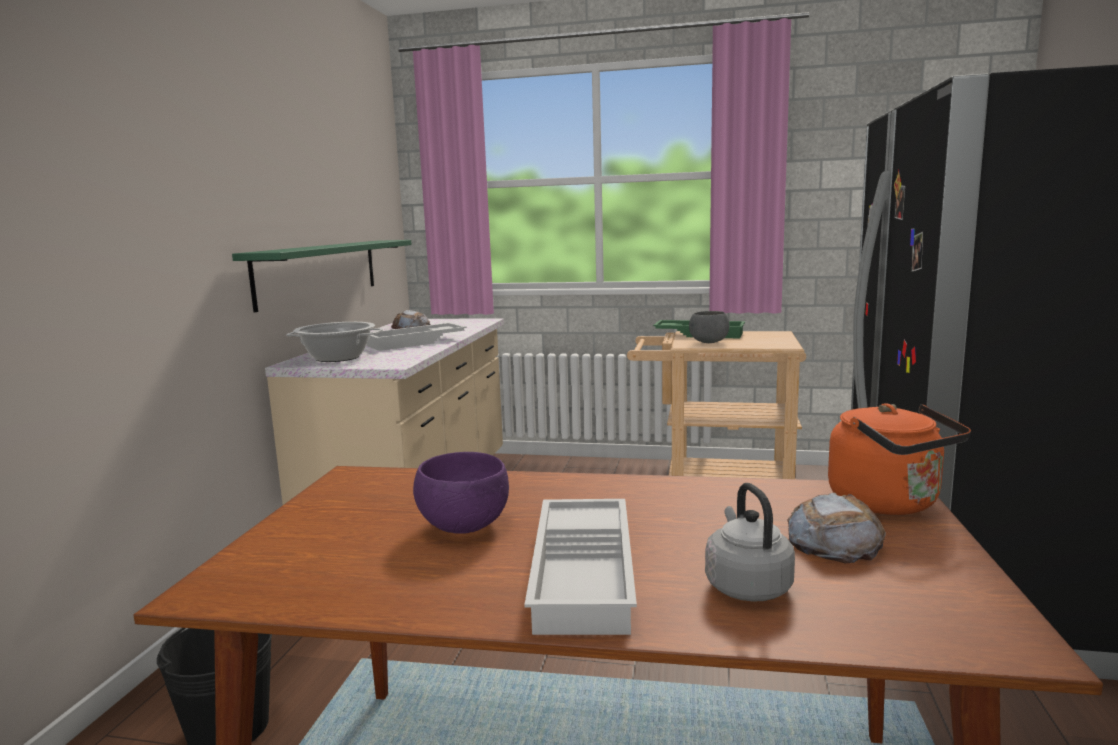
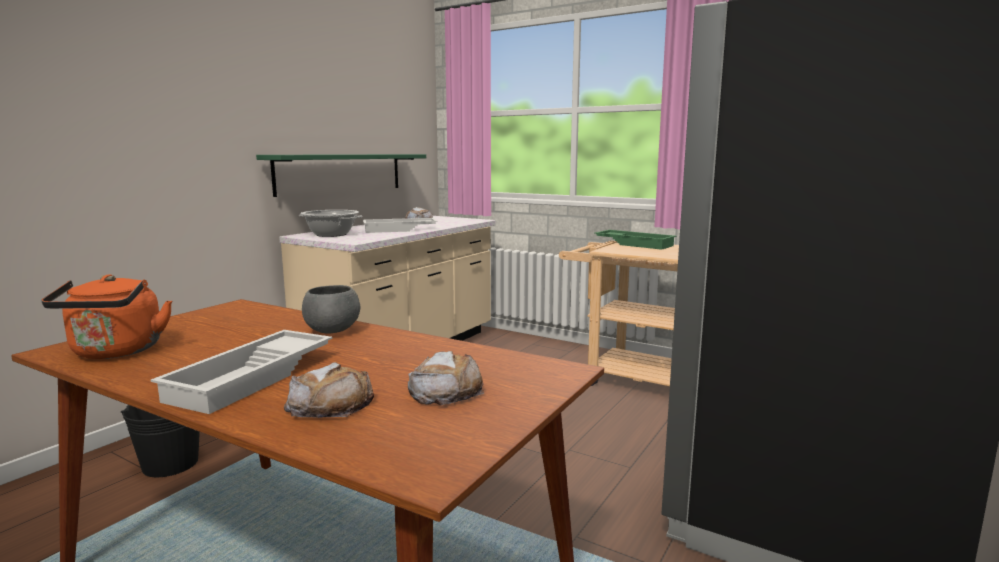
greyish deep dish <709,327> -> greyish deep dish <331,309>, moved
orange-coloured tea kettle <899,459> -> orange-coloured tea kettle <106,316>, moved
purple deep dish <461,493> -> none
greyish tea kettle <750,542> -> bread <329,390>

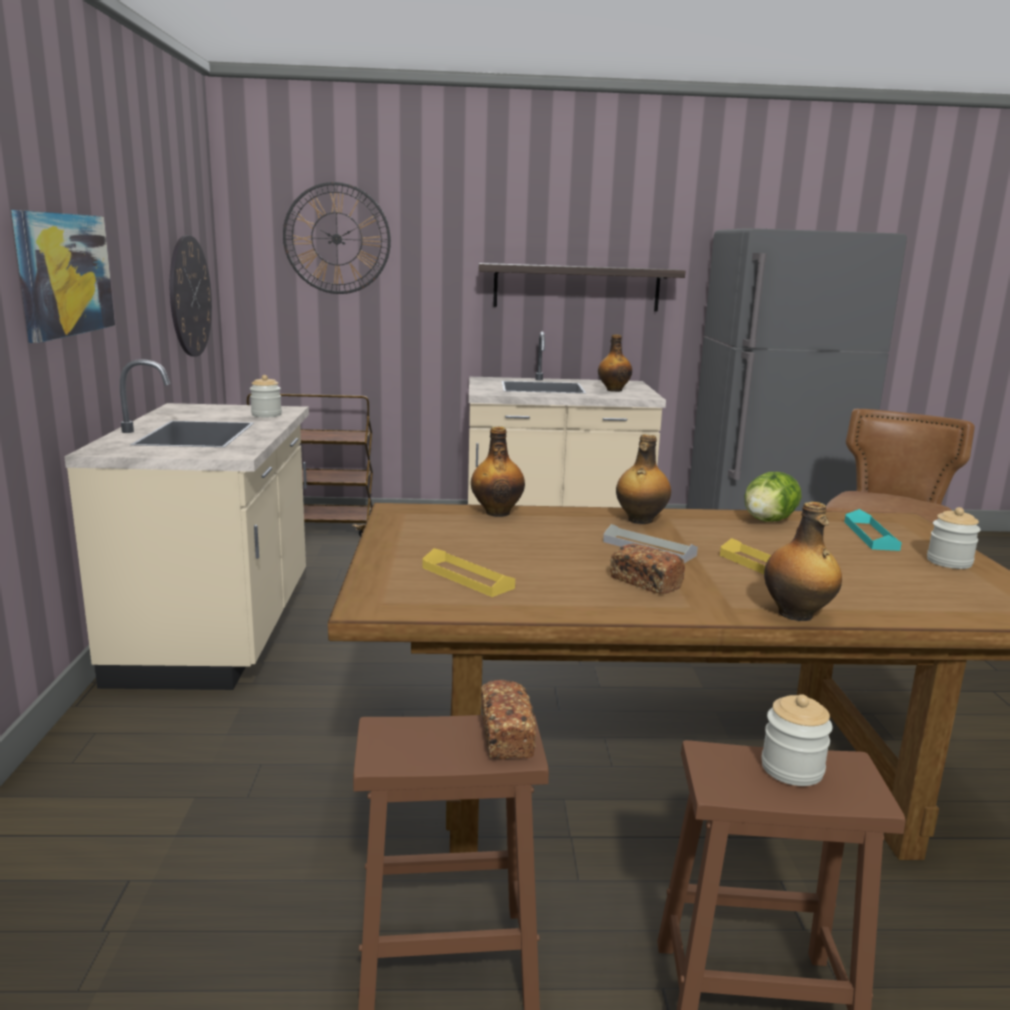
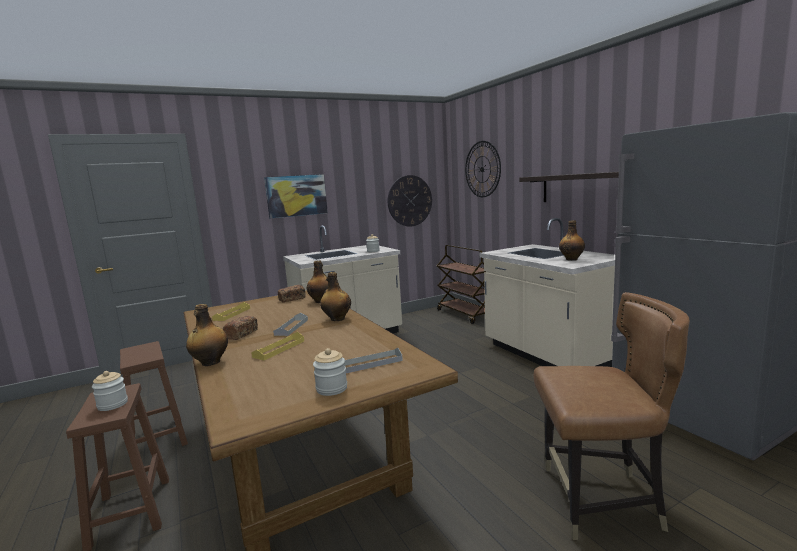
lettuce <773,497> -> none
blue-green serving tray <873,530> -> greyish serving tray <373,360>
bread <508,719> -> bread <292,294>, moved

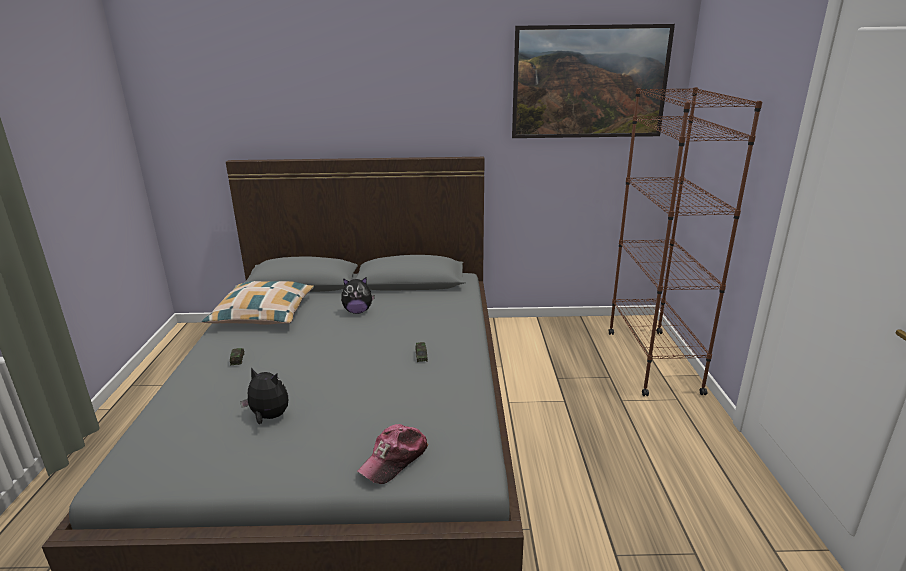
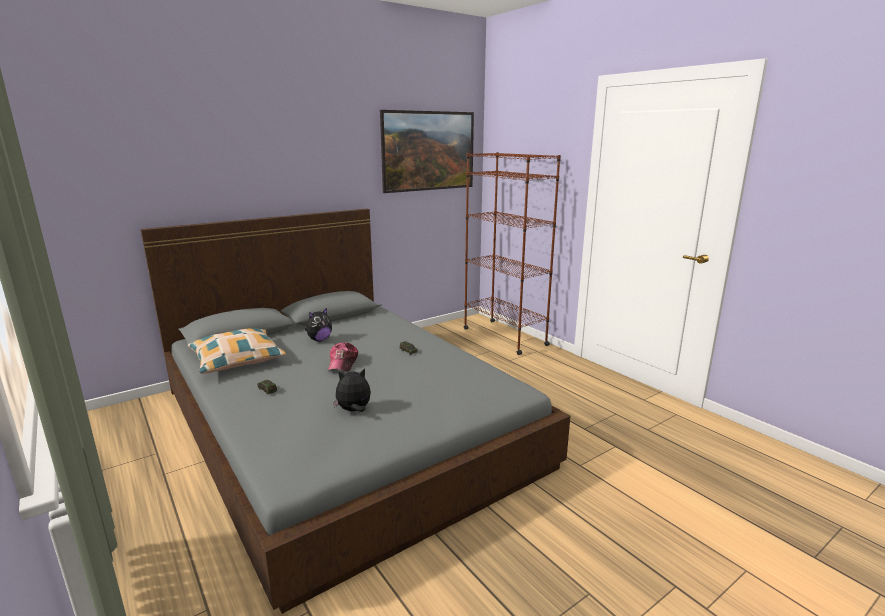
peaked cap <392,454> -> peaked cap <343,357>, moved

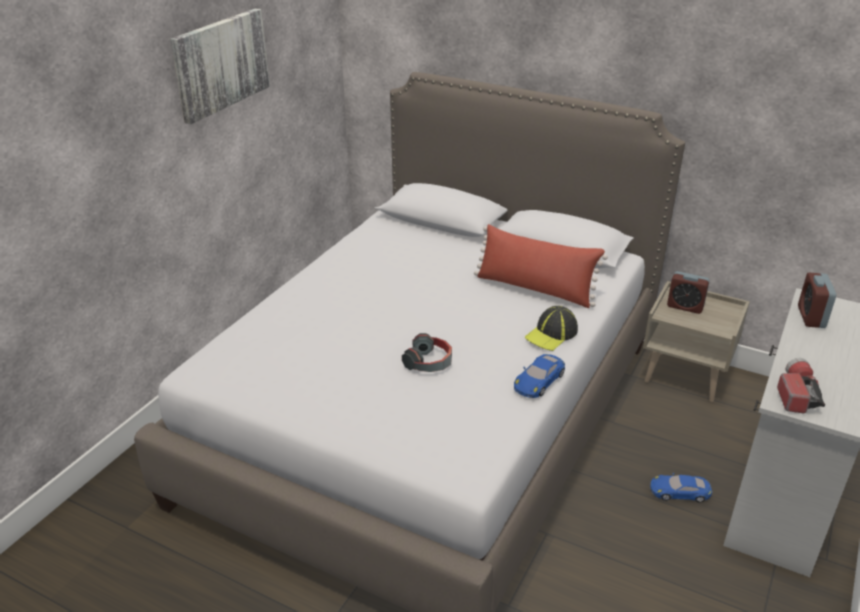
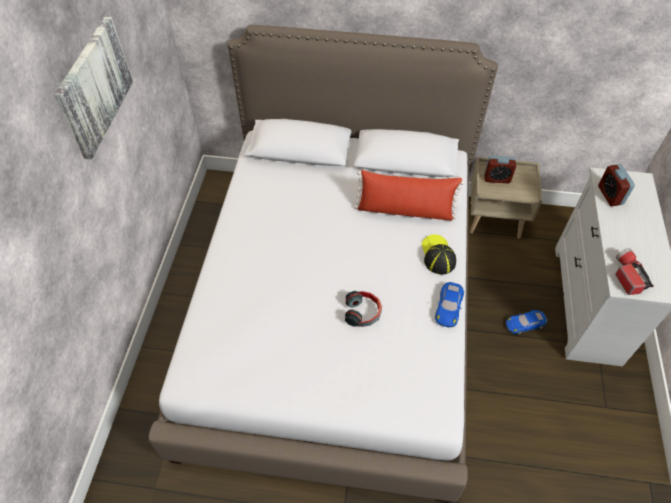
peaked cap <551,328> -> peaked cap <438,254>, 150 degrees clockwise

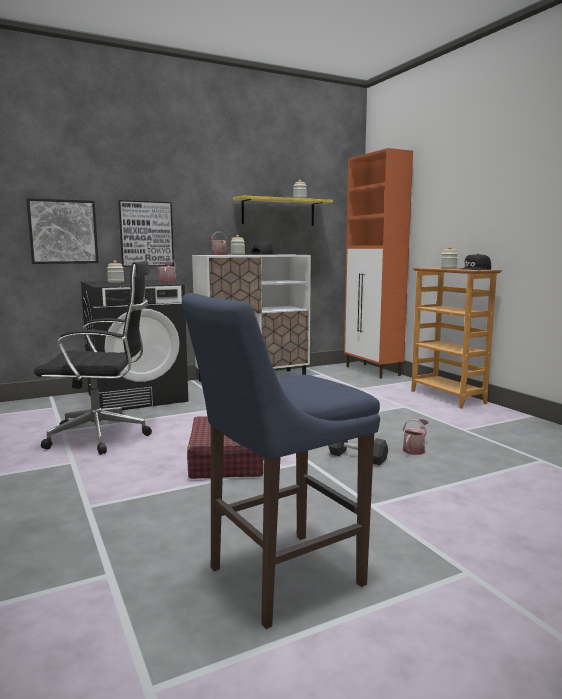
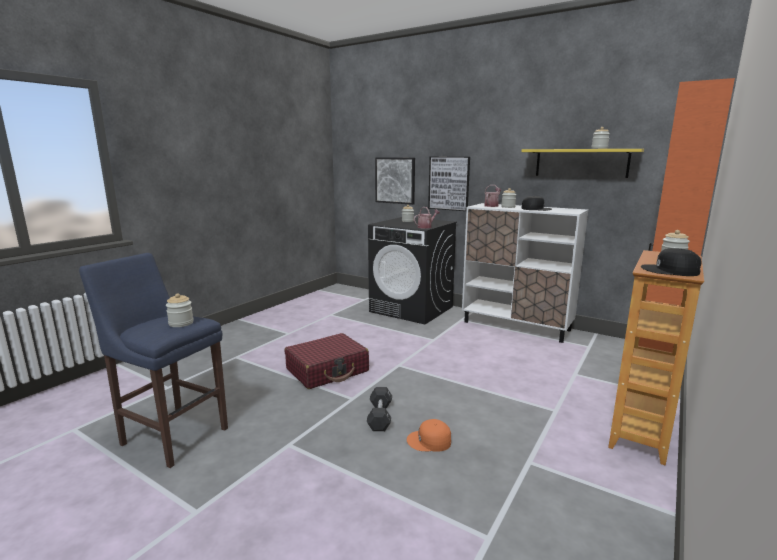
black desk chair <93,358> -> none
watering pot <416,437> -> orange-coloured peaked cap <429,435>
none -> jar <180,310>

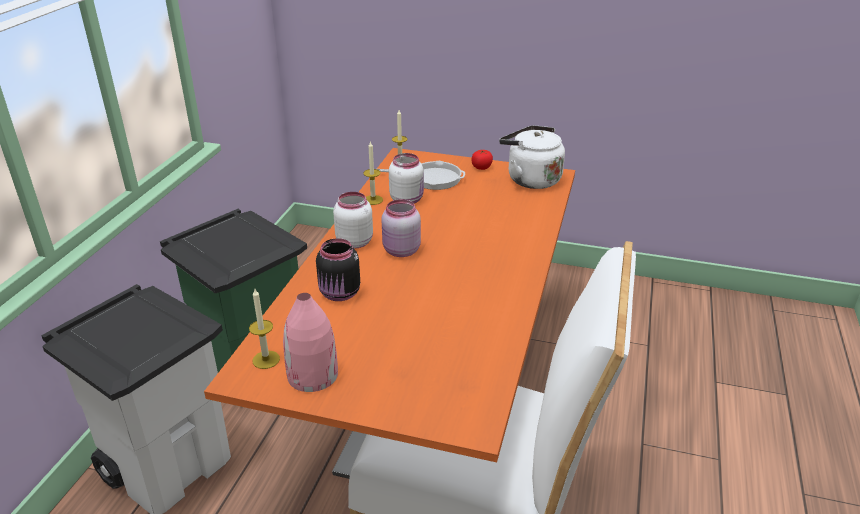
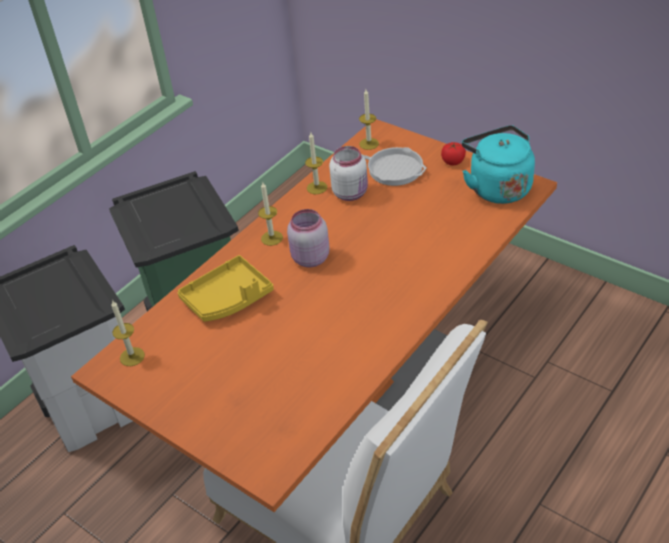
white tea kettle <532,157> -> blue-green tea kettle <498,164>
white jar <353,220> -> candle <270,214>
black jar <338,269> -> yellowish serving tray <225,288>
pink flower vase <310,342> -> none

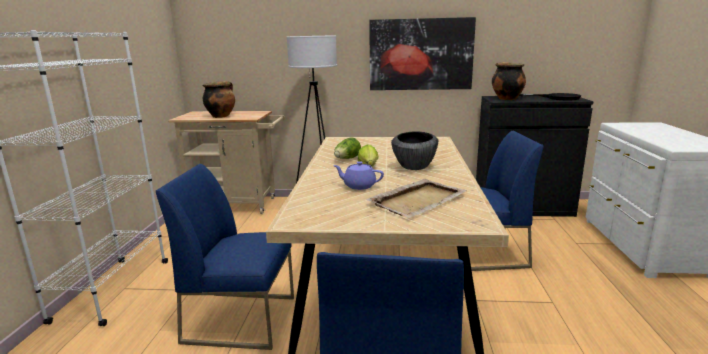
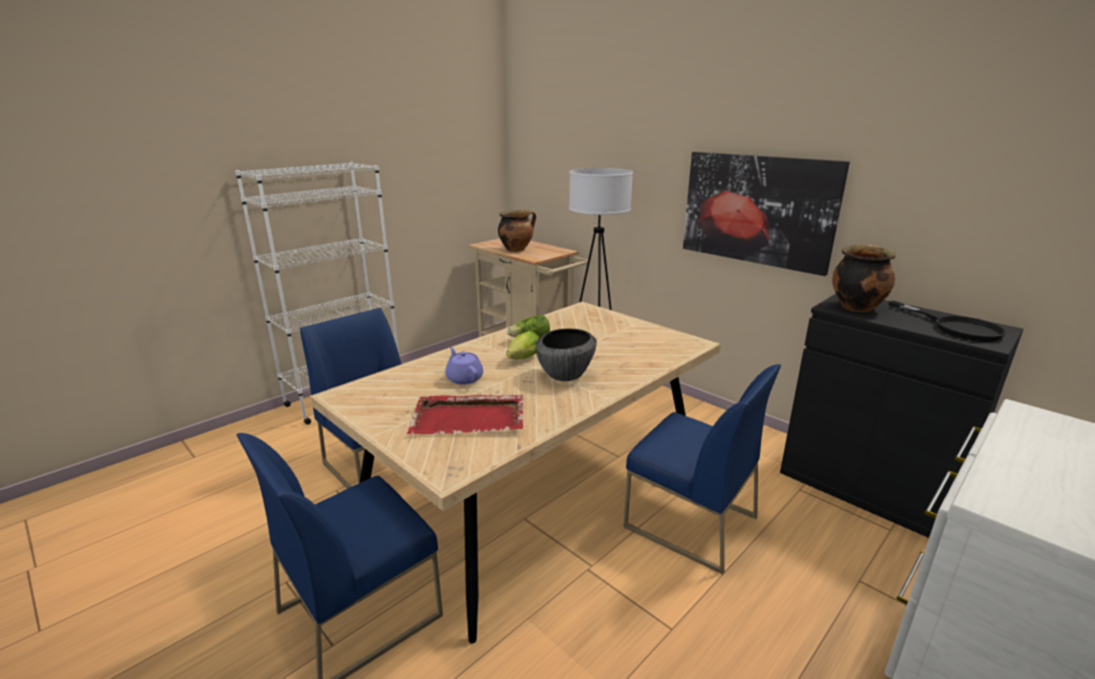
beige-coloured serving tray <416,198> -> red serving tray <465,414>

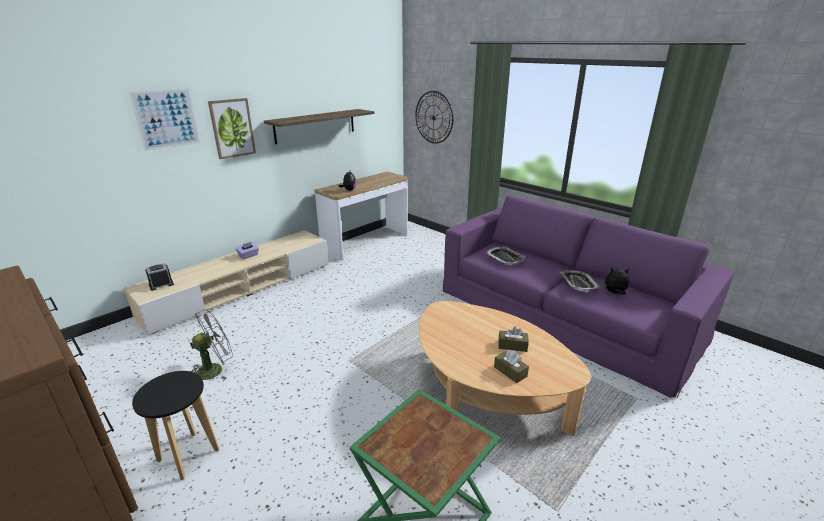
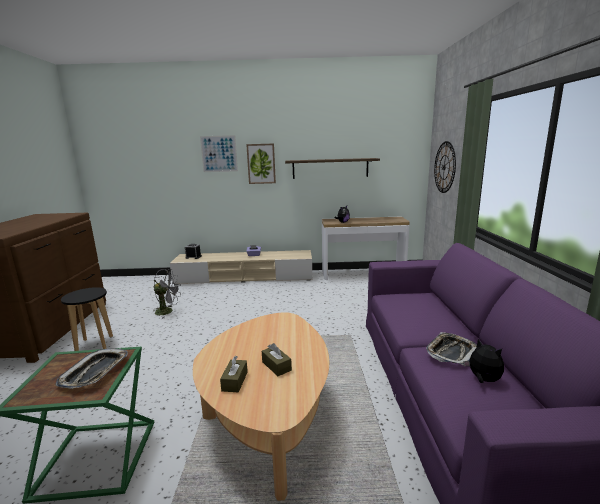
serving tray <505,255> -> serving tray <92,368>, moved

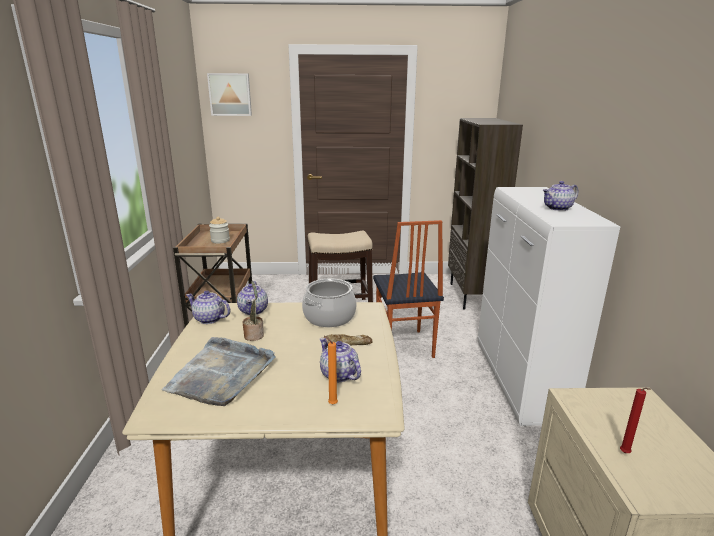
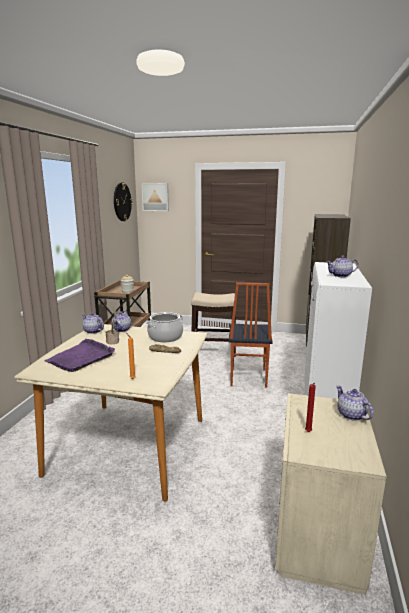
greyish serving tray <218,371> -> purple serving tray <79,355>
teapot <340,360> -> teapot <355,403>, moved
none -> hanging clock <123,201>

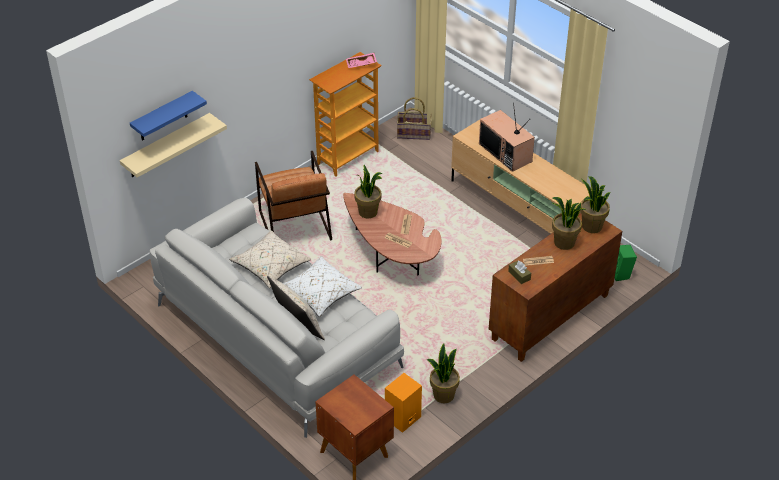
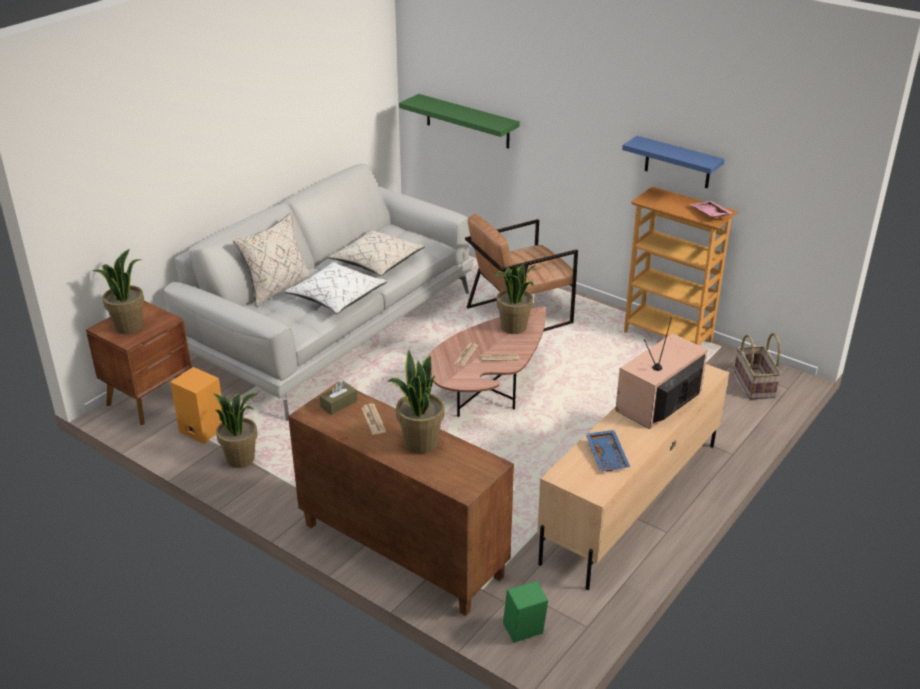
blue bracket shelf <168,116> -> blue bracket shelf <673,162>, moved
beige-coloured bracket shelf <173,145> -> green bracket shelf <459,121>
houseplant <595,204> -> houseplant <118,291>, moved
none -> blue serving tray <608,451>

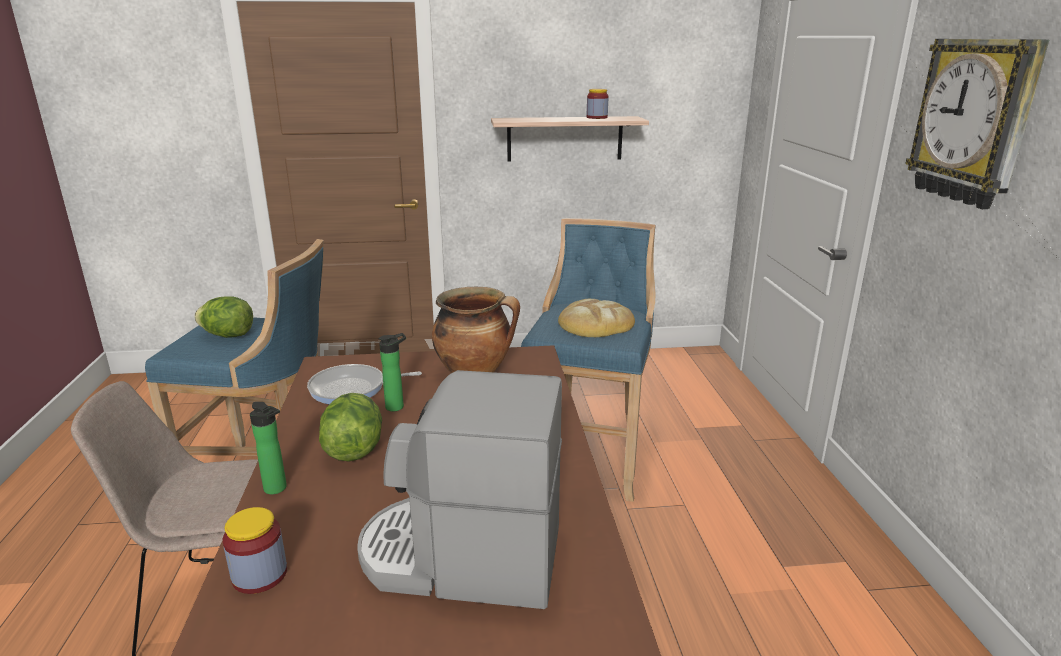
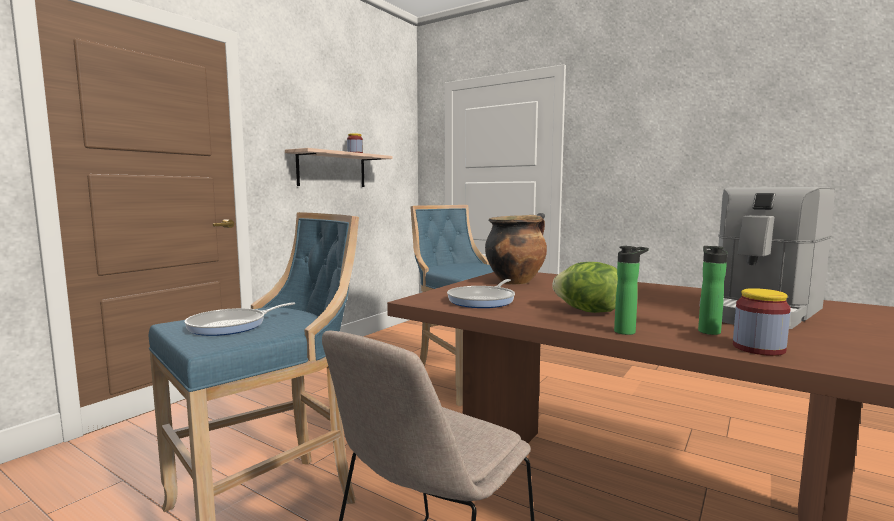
hanging clock <977,124> -> none
lettuce <223,317> -> pan <240,319>
bread <596,318> -> none
beverage bottle <392,372> -> beverage bottle <712,290>, moved

